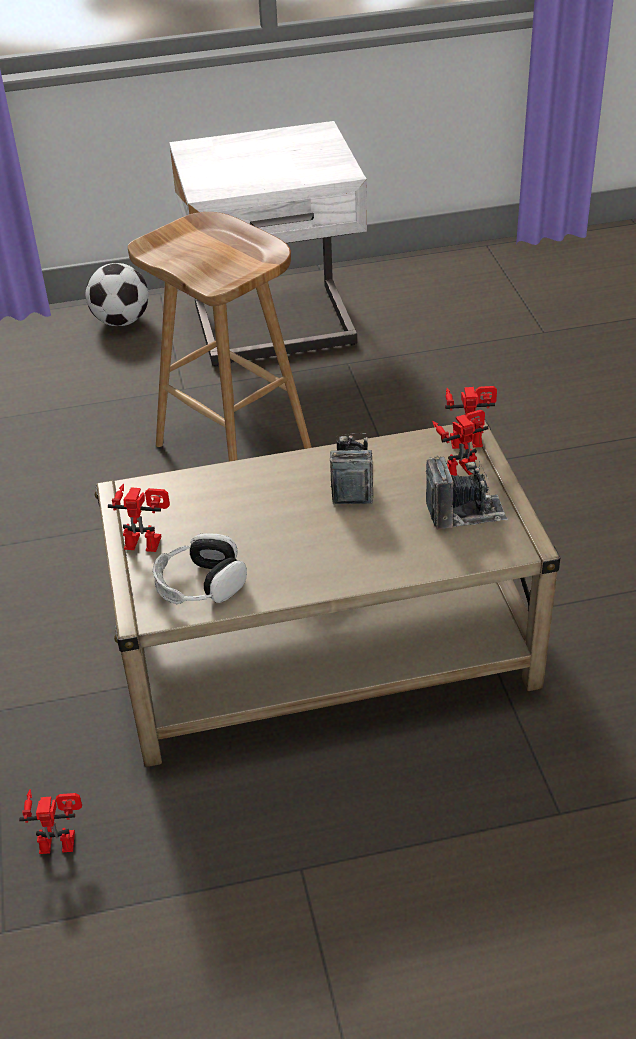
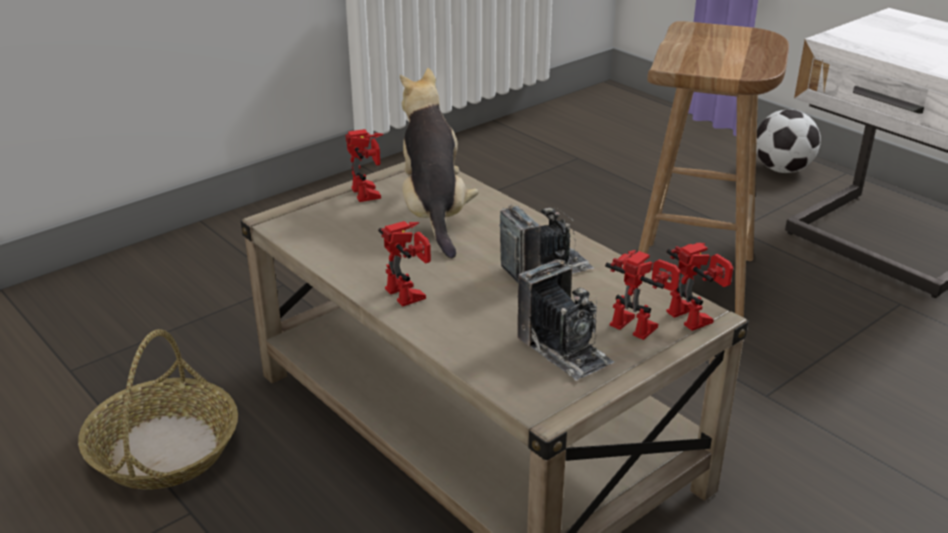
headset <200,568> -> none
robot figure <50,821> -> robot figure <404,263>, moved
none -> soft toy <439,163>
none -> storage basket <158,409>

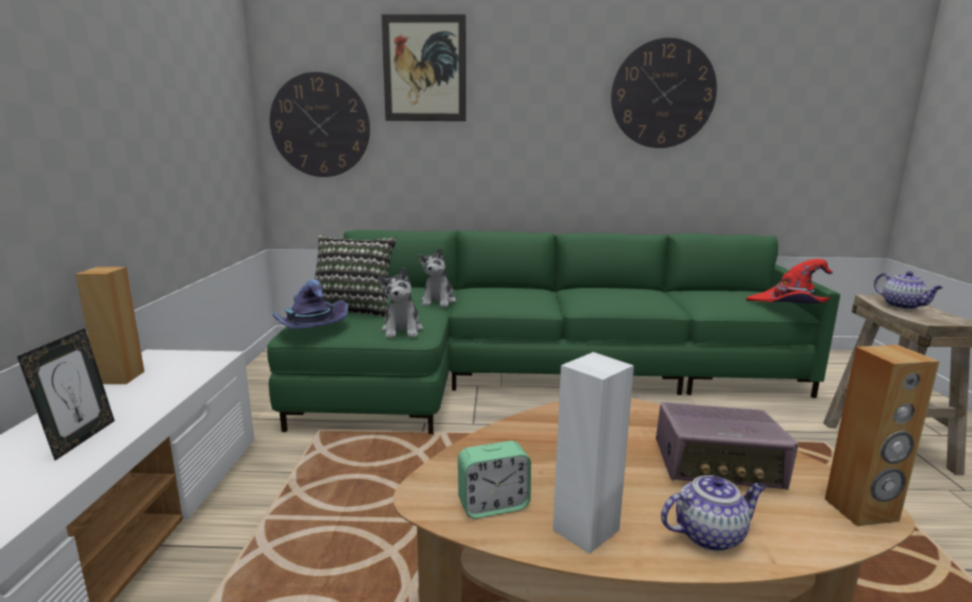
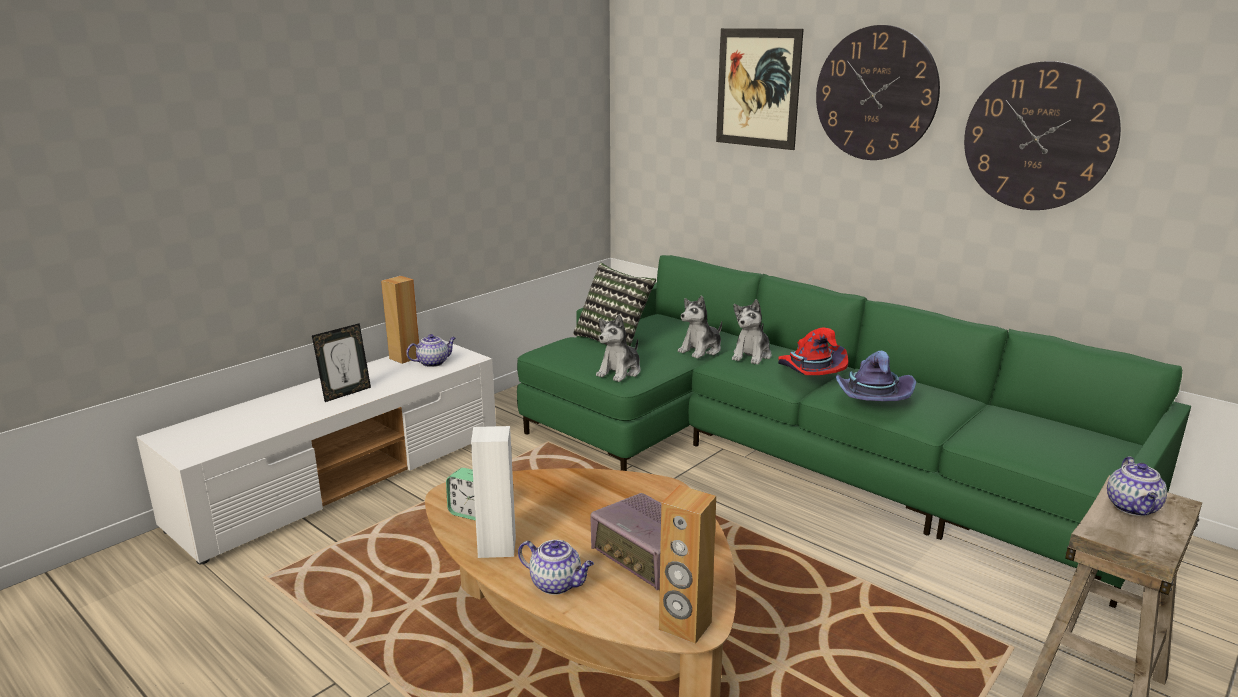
hanging clock <320,124> -> hanging clock <878,92>, moved
red hat <789,281> -> red hat <813,351>, moved
purple hat <310,304> -> purple hat <876,376>, moved
none -> soft toy <752,332>
none -> teapot <431,350>

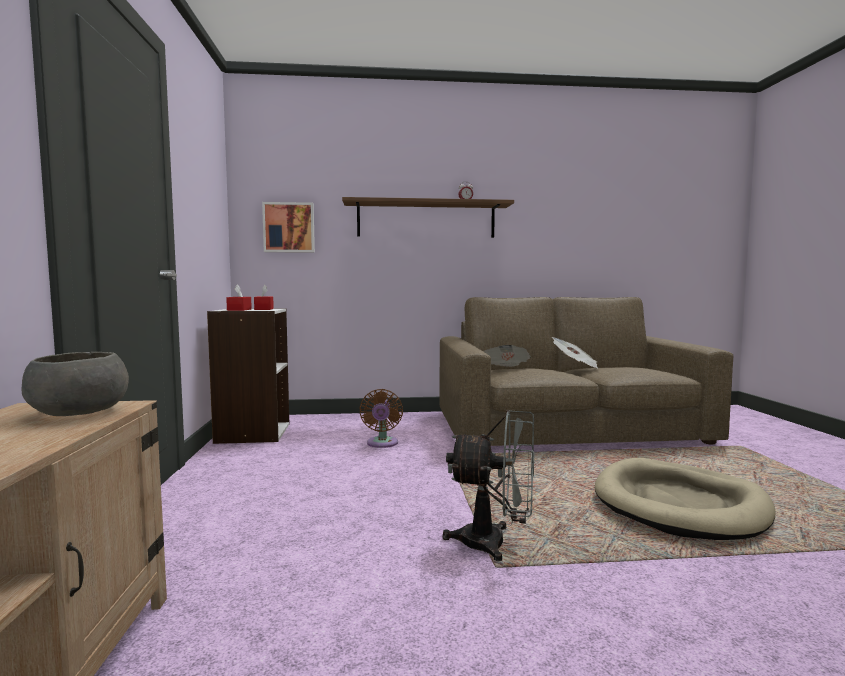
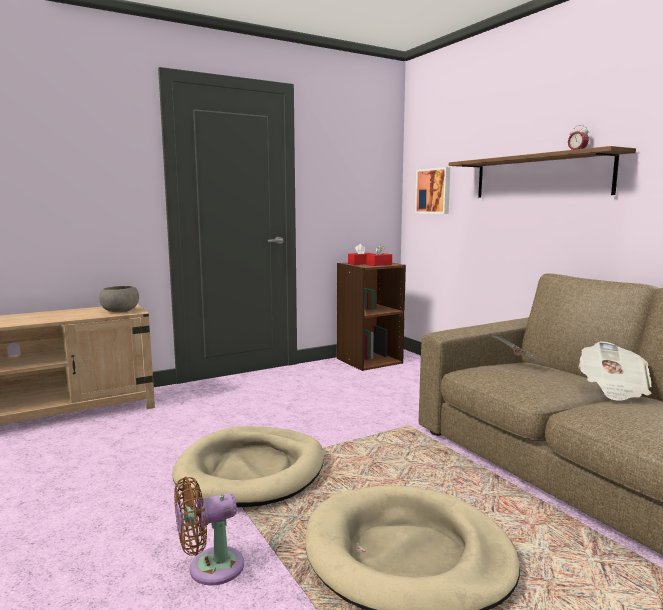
white shelving unit <248,376> -> brown shelving unit <371,317>
brown electric fan <381,418> -> brown electric fan <209,531>, moved
greyish electric fan <488,486> -> beige-coloured dog bed <248,467>

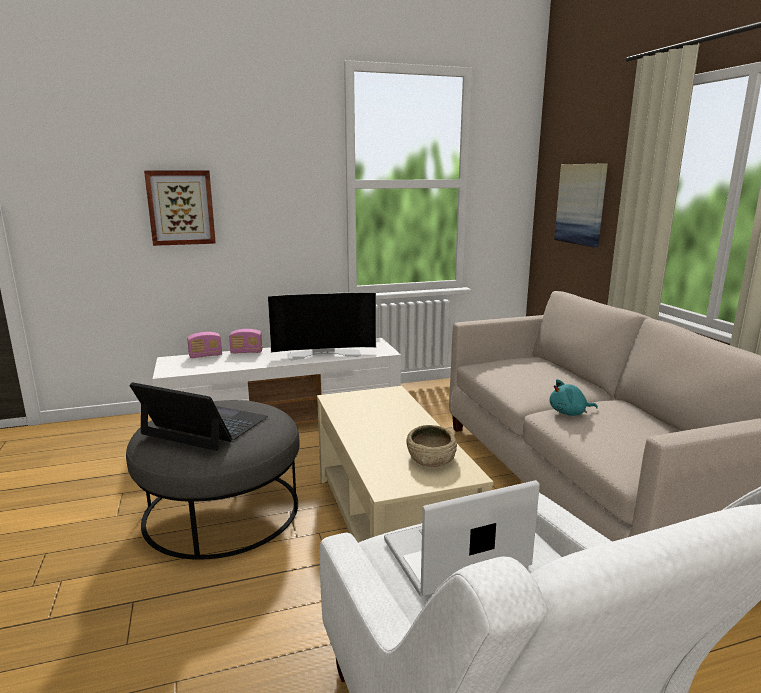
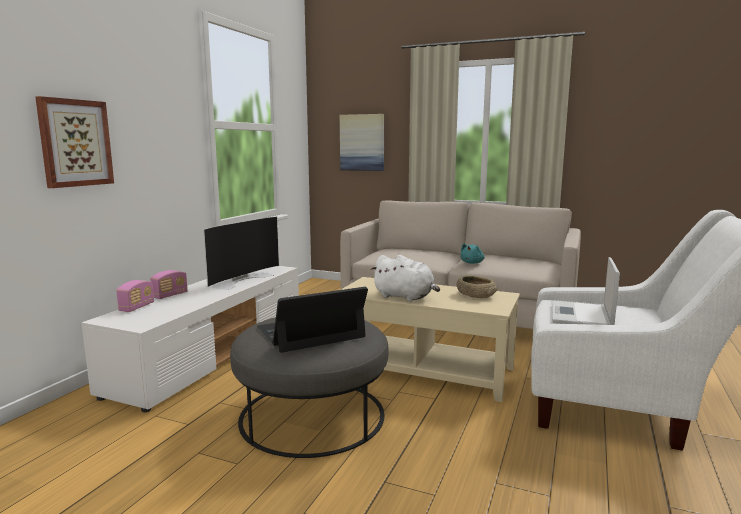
none -> white soft toy <405,278>

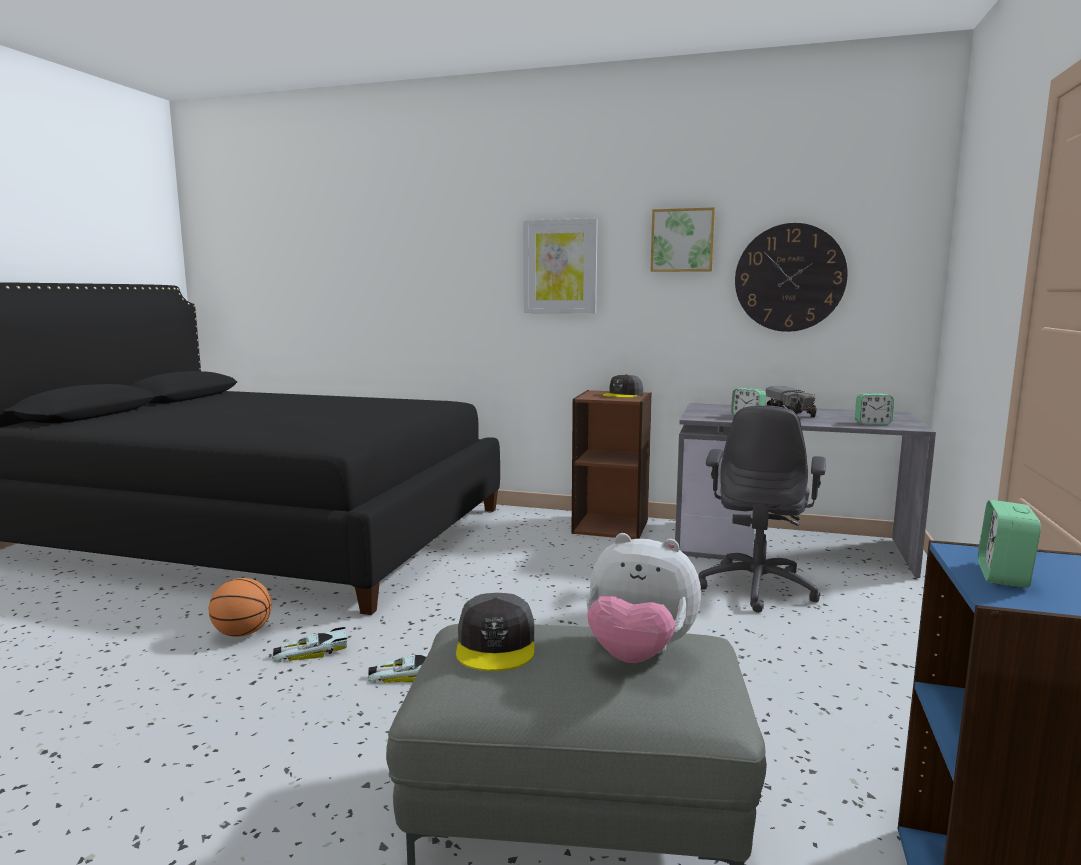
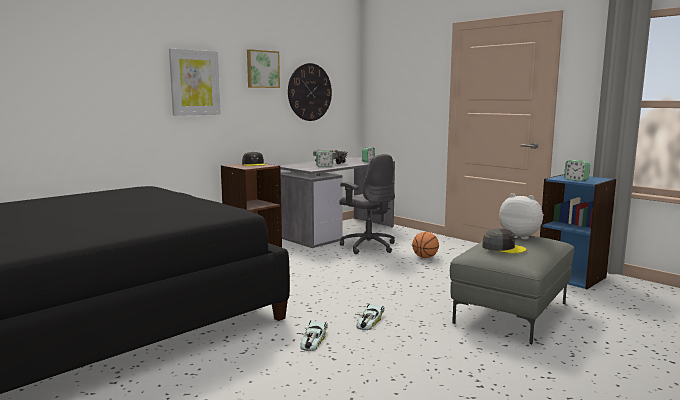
soft toy <644,598> -> soft toy <521,216>, 105 degrees counterclockwise
ball for basketball <240,607> -> ball for basketball <425,245>, moved

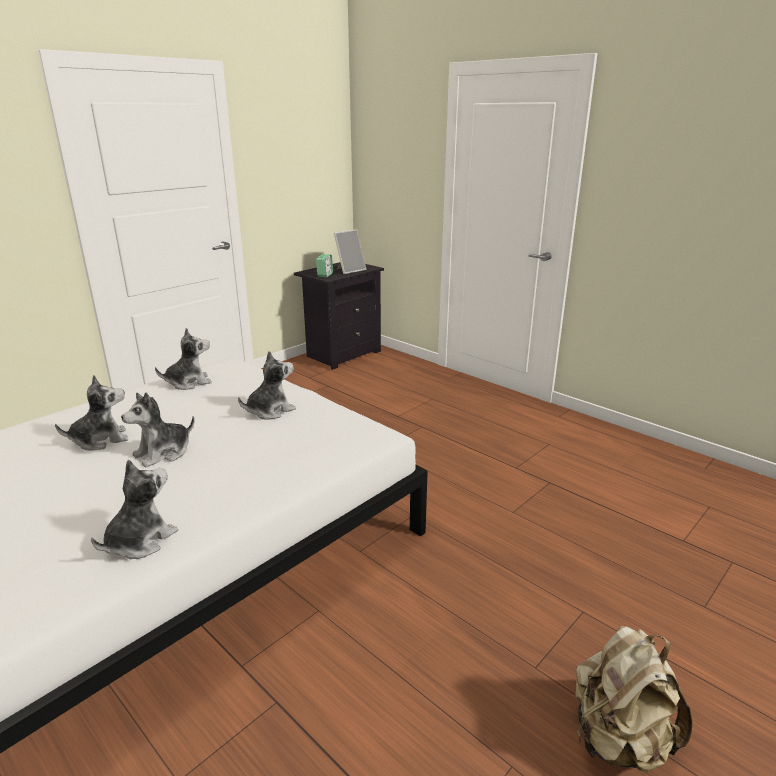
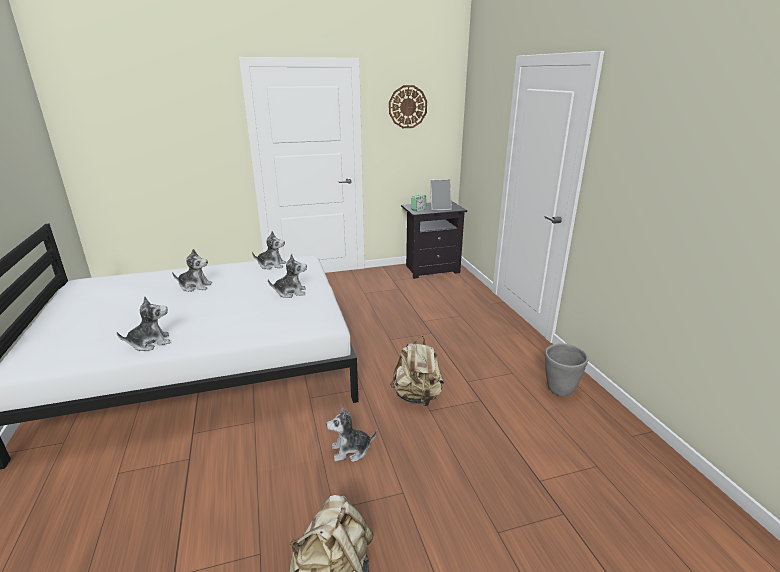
soft toy <158,429> -> soft toy <351,434>, moved
none -> hanging clock <408,106>
none -> beige-coloured knapsack <417,371>
none -> greyish flower pot <566,369>

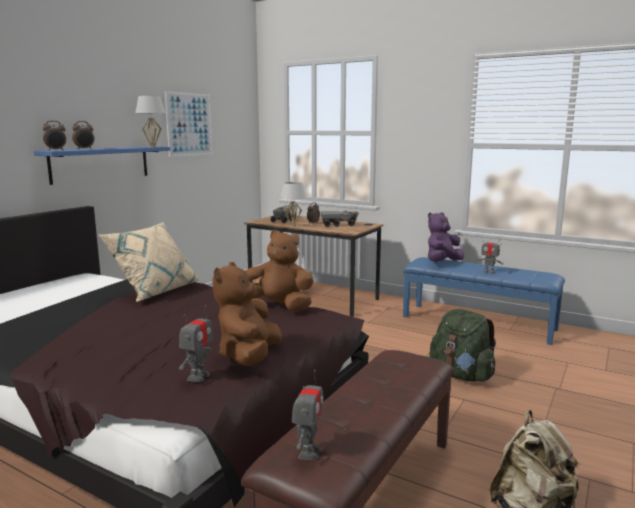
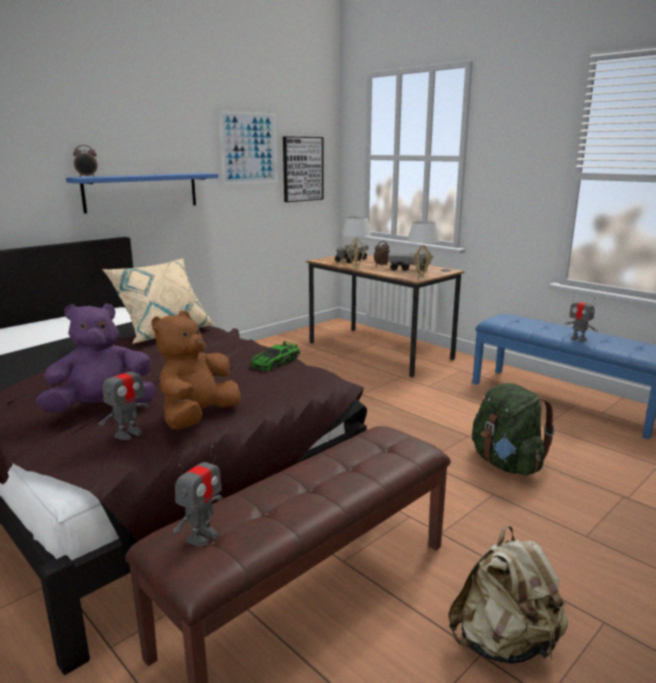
white table lamp <150,121> -> white table lamp <423,249>, moved
bedside clock <83,135> -> none
purple soft toy <446,236> -> purple soft toy <96,358>, moved
brown soft toy <279,271> -> model car <275,356>
none -> picture <303,169>

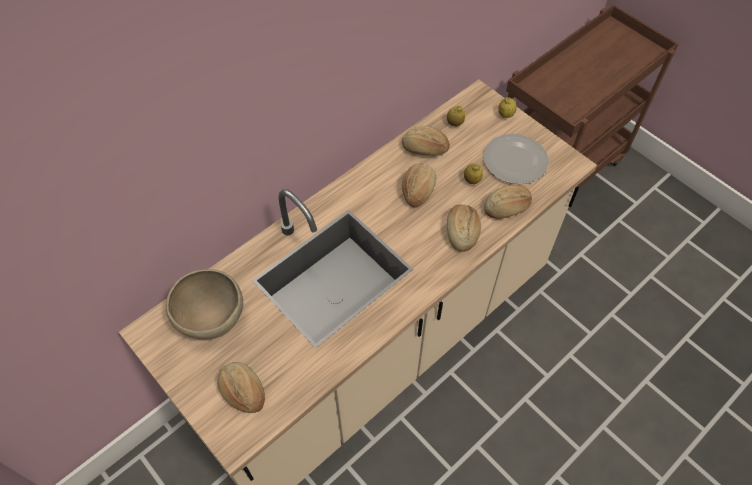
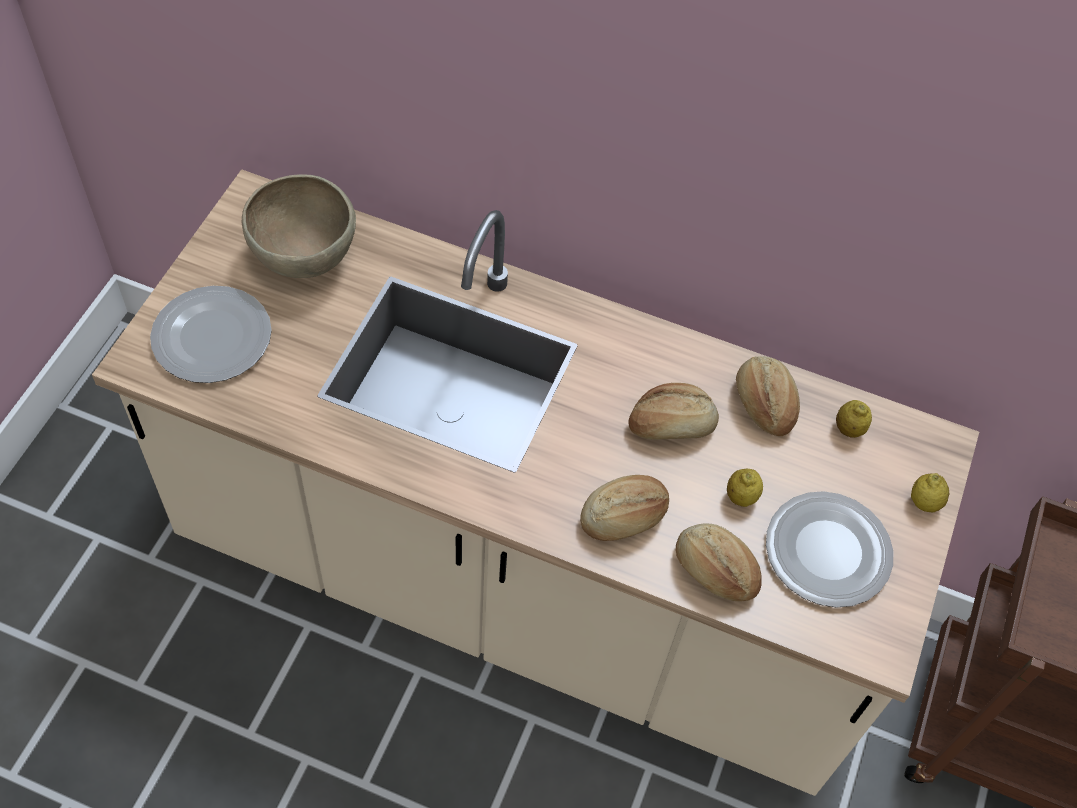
bread <241,387> -> dinner plate <211,334>

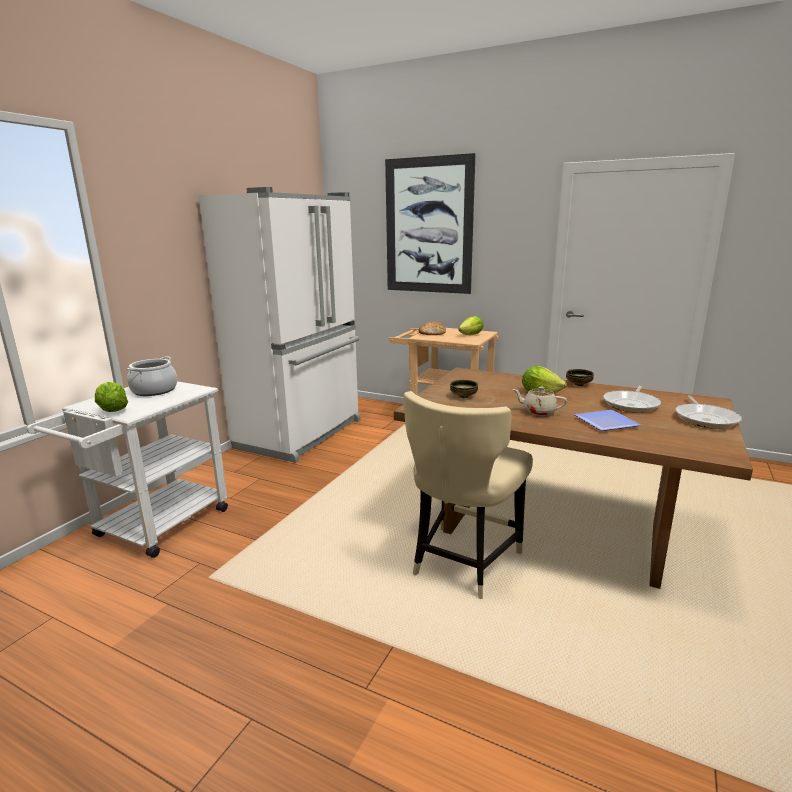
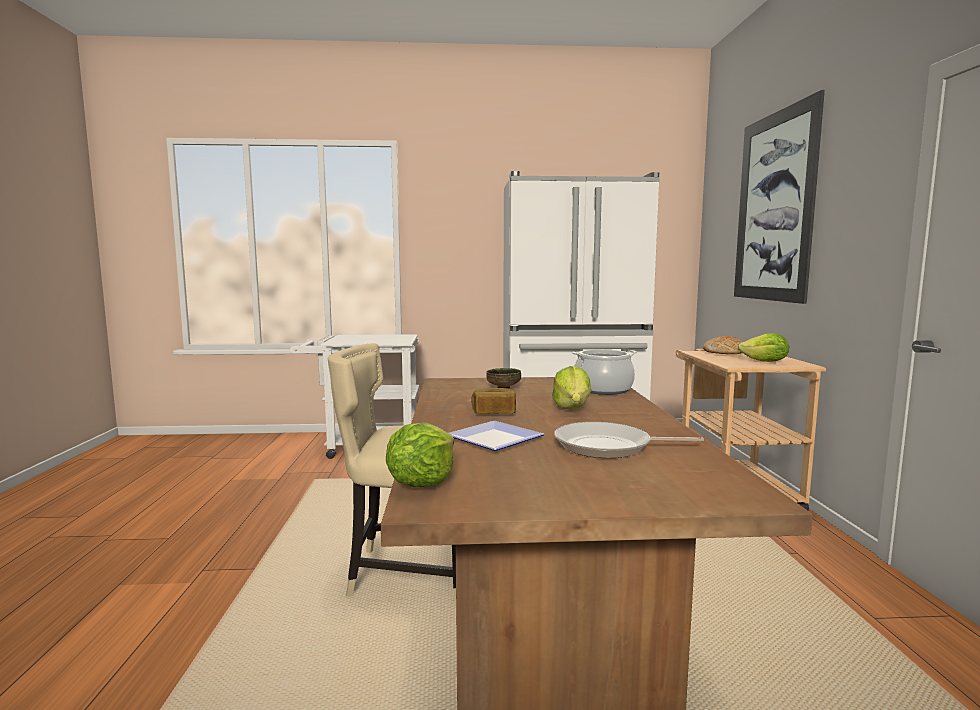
cooking pot <152,376> -> cooking pot <604,372>, moved
deep dish <580,377> -> none
lettuce <111,397> -> lettuce <420,455>, moved
beige-coloured teapot <540,401> -> bread <493,401>
pan <708,412> -> none

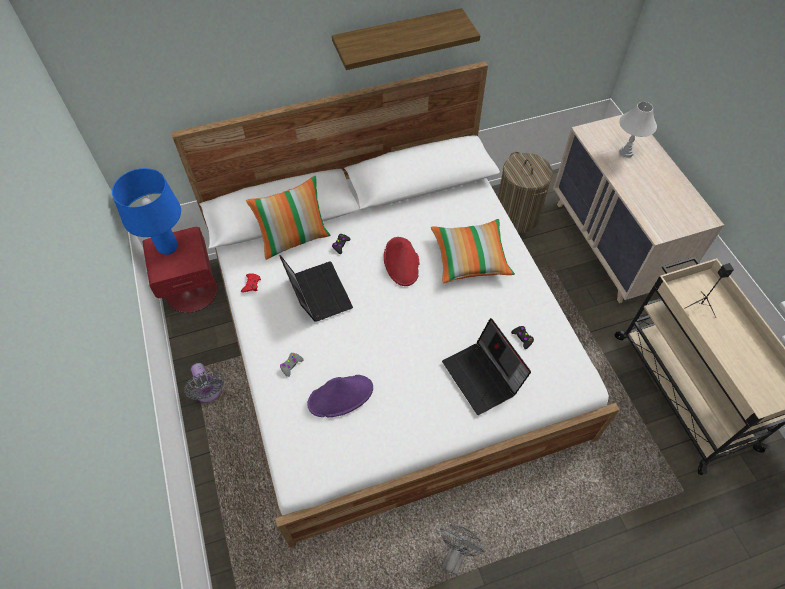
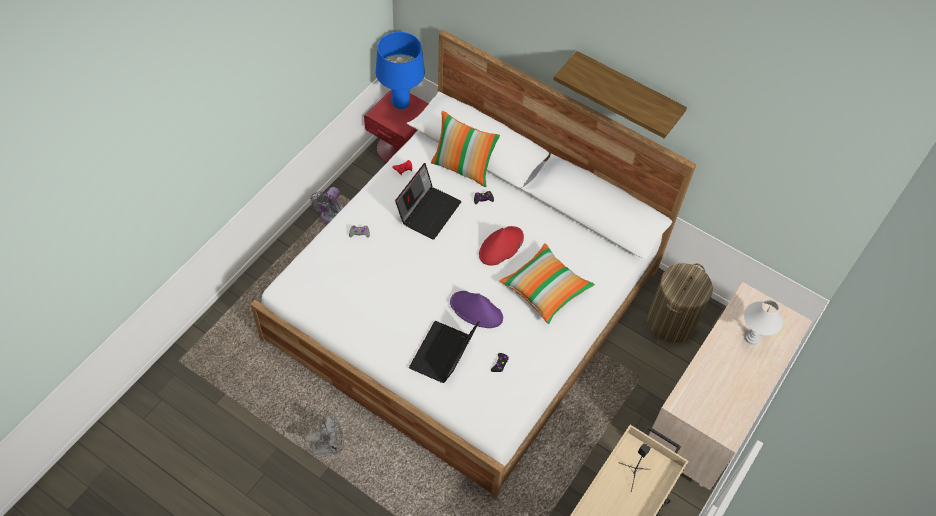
purple hat <340,396> -> purple hat <476,309>, moved

